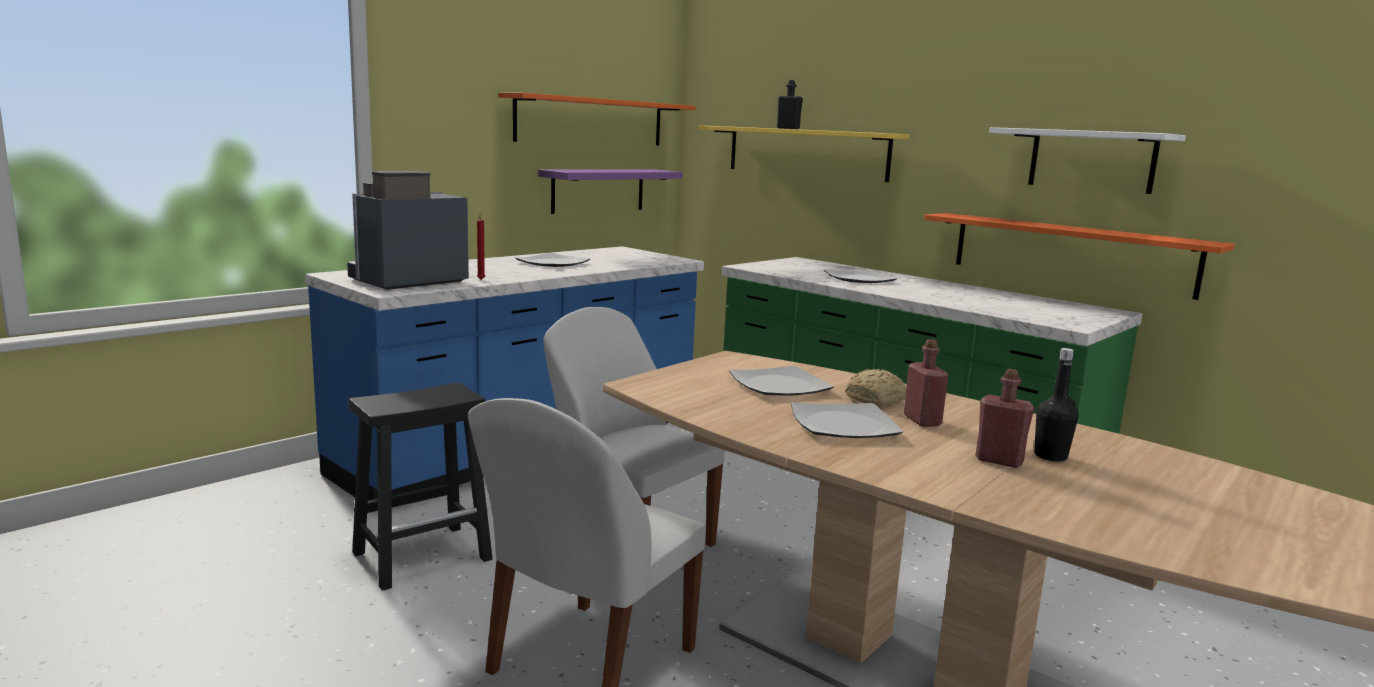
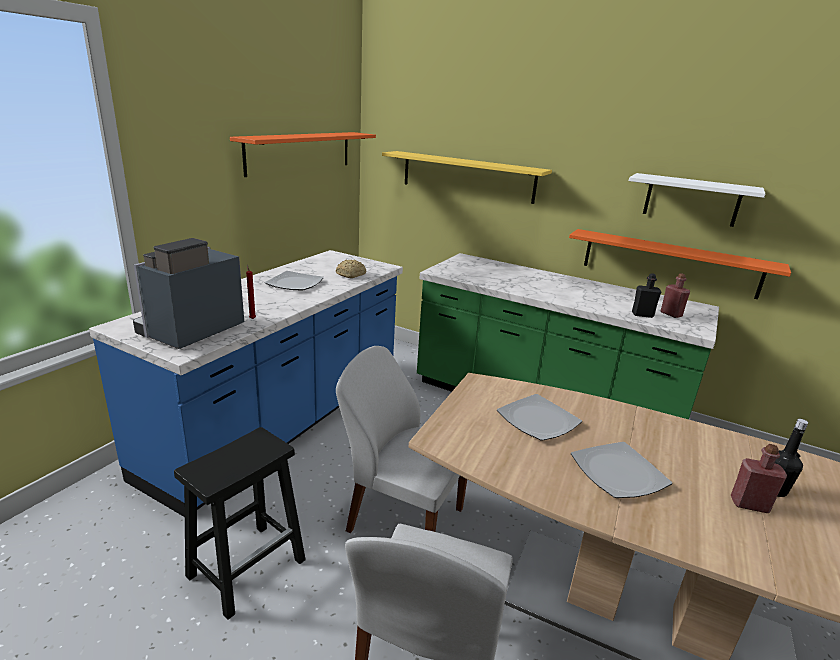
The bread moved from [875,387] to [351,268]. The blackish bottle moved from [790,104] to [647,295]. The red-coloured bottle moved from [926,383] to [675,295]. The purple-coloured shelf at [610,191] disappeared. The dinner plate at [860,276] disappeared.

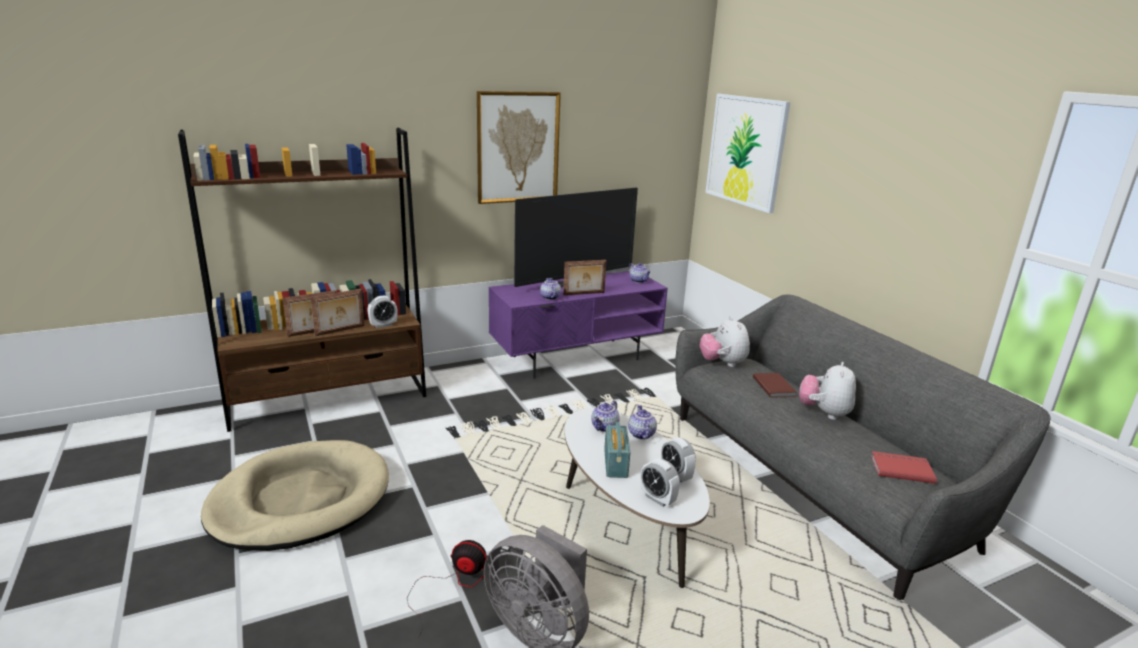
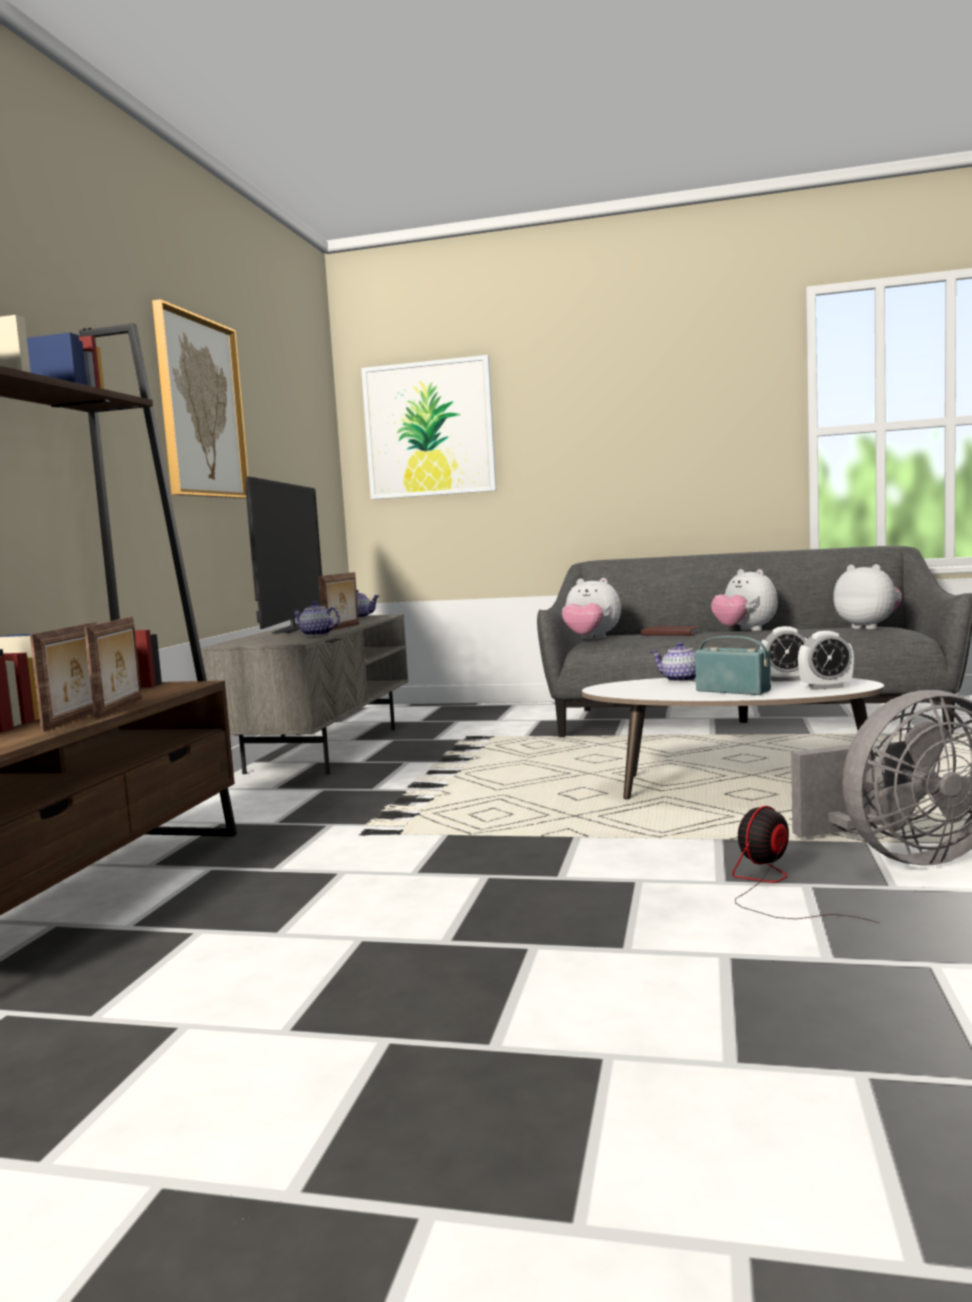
The purple-coloured tv stand at [578,325] became the greyish tv stand at [305,694]. The red-coloured bound book at [904,467] was replaced by the cuddly toy at [867,597]. The sand-coloured pet bed at [295,495] disappeared. The bedside clock at [382,312] disappeared. The teapot at [605,416] disappeared.

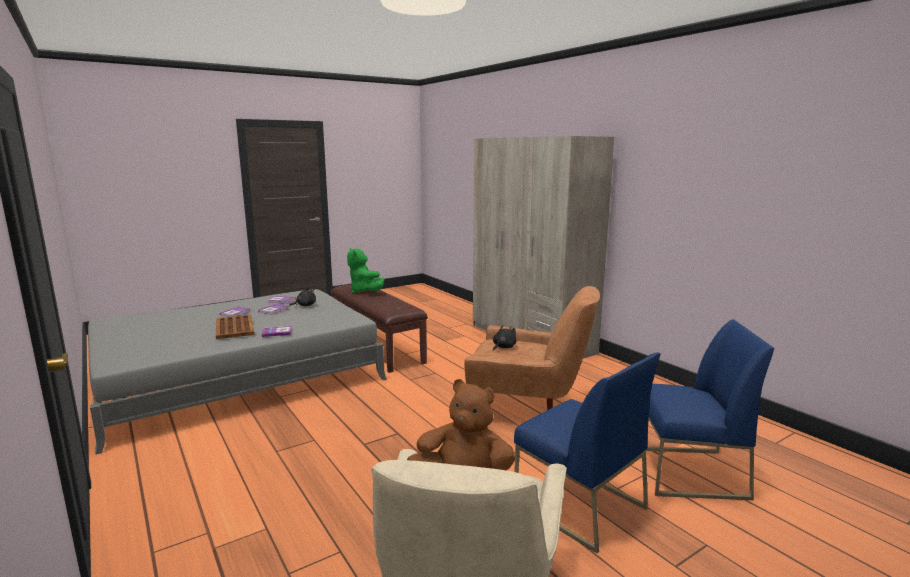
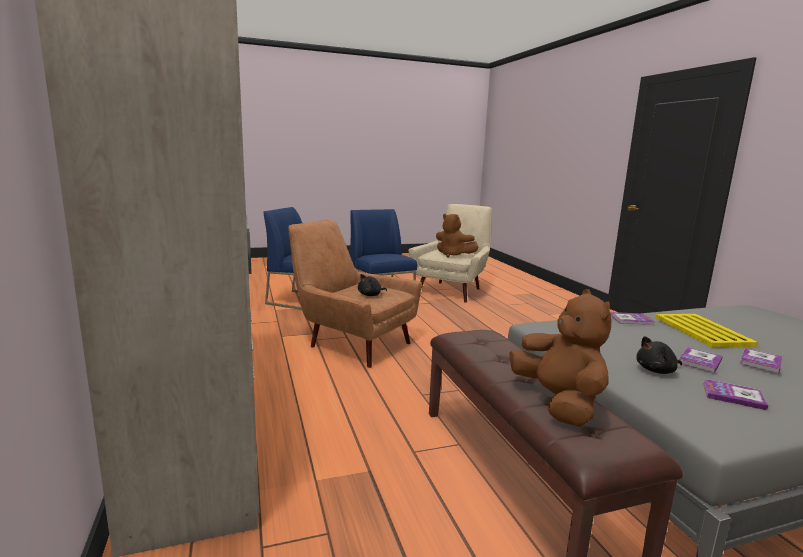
The green-coloured cuddly toy at [365,271] became the brown-coloured cuddly toy at [560,358]. The brown-coloured serving tray at [235,326] became the yellow serving tray at [707,331].

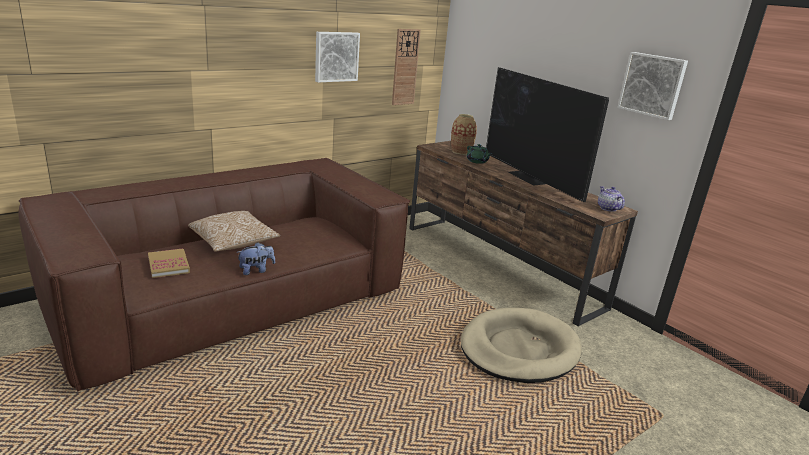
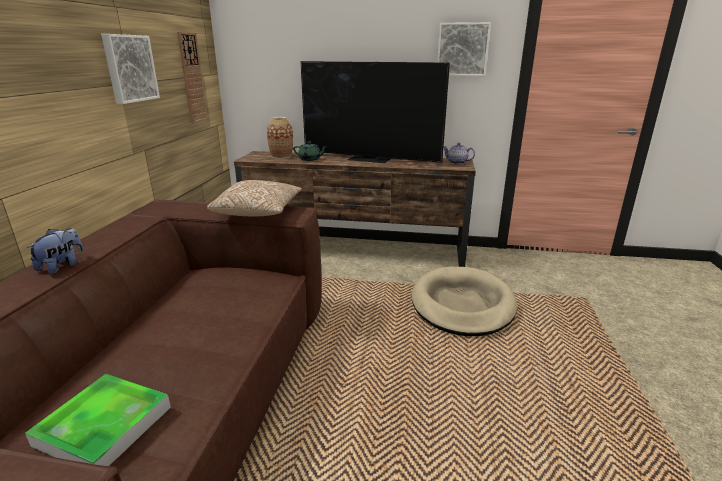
The bound book at [169,263] was replaced by the serving tray at [98,420]. The cuddly toy moved from [255,258] to [55,251]. The throw pillow moved from [234,231] to [254,198].

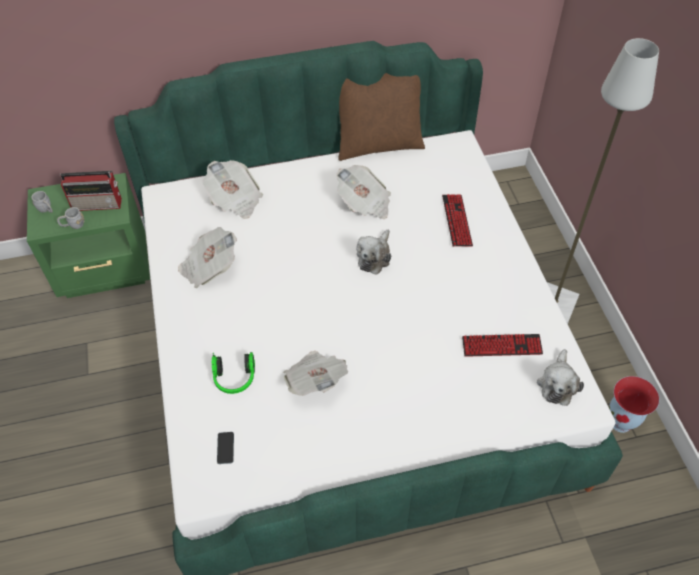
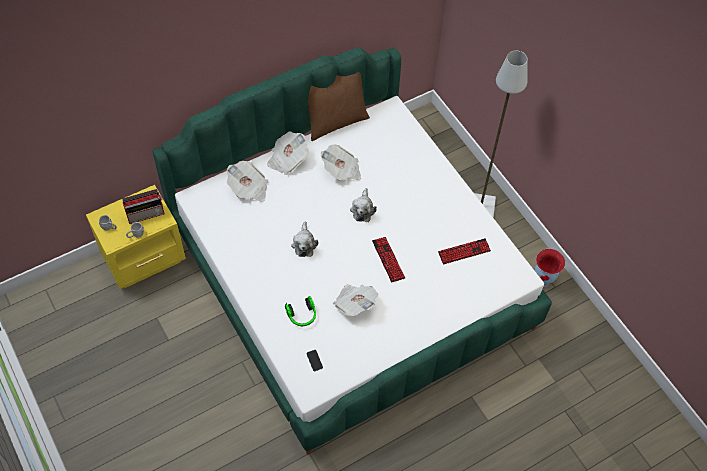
The green-coloured nightstand at [88,235] became the yellow nightstand at [136,237]. The daily paper moved from [207,257] to [288,153]. The cuddly toy moved from [560,377] to [304,239]. The computer keyboard moved from [457,220] to [388,259].

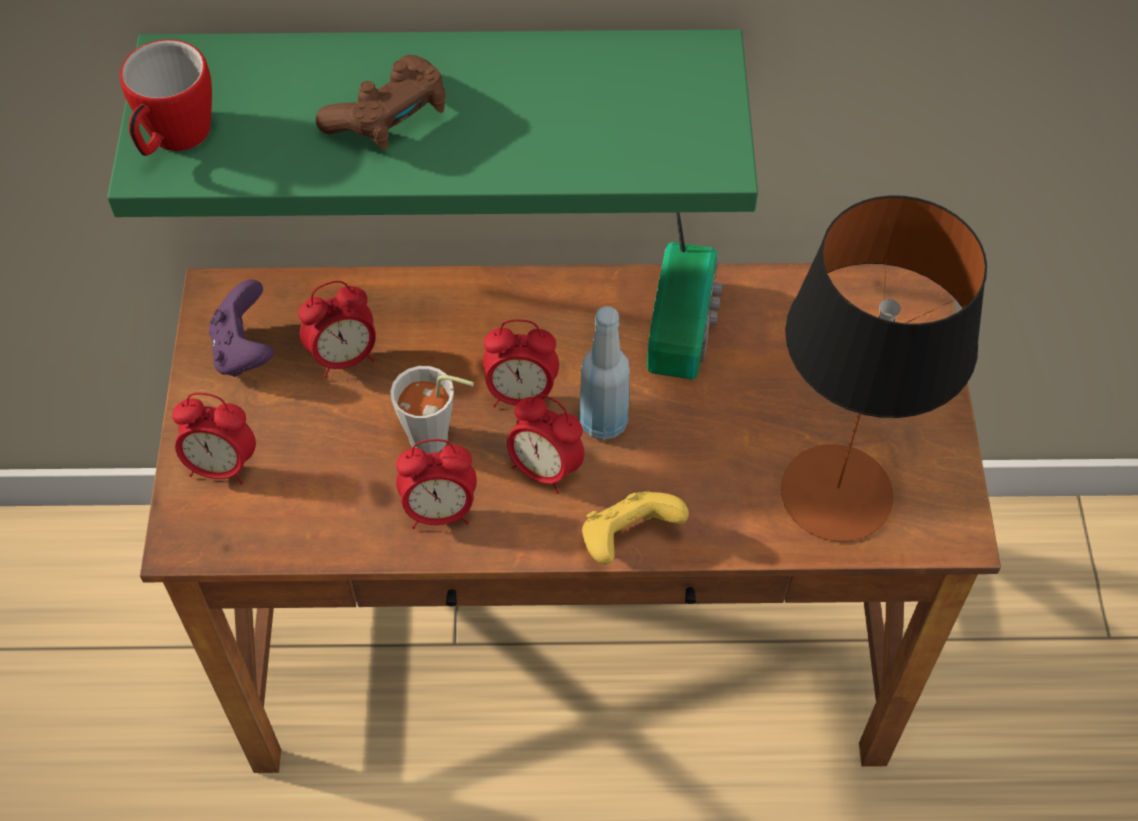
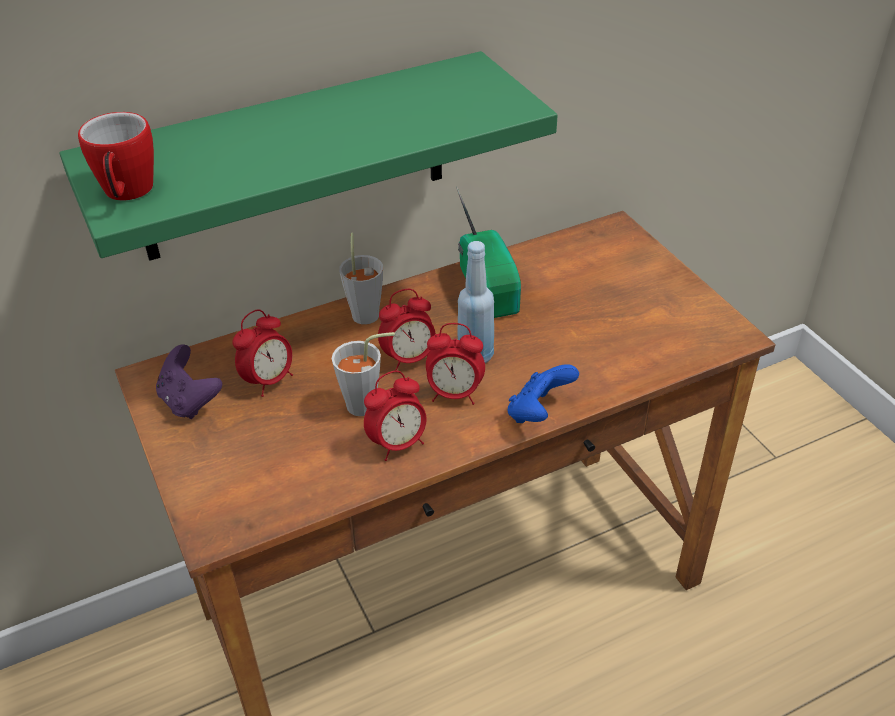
The greyish drinking cup at [361,279] appeared. The yellow joypad at [635,527] became the blue joypad at [543,393]. The bedside clock at [214,438] disappeared. The brown-coloured joypad at [380,102] disappeared. The tabletop lamp at [884,368] disappeared.

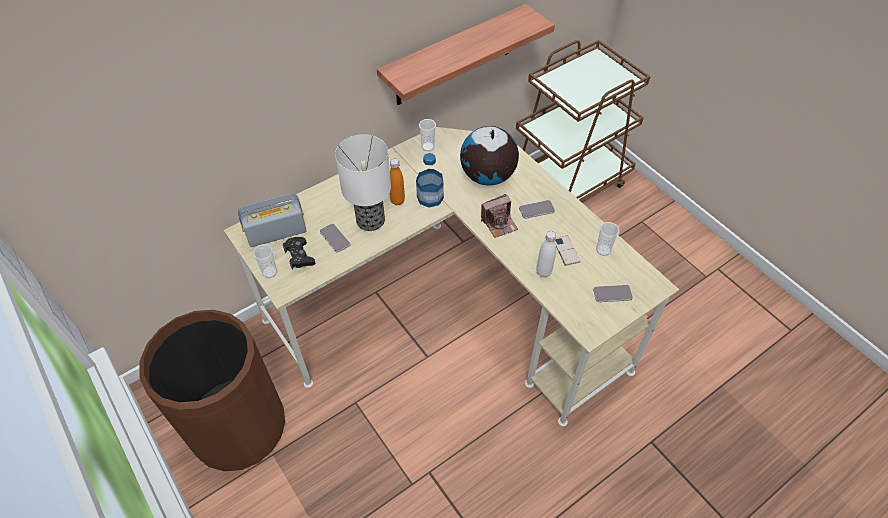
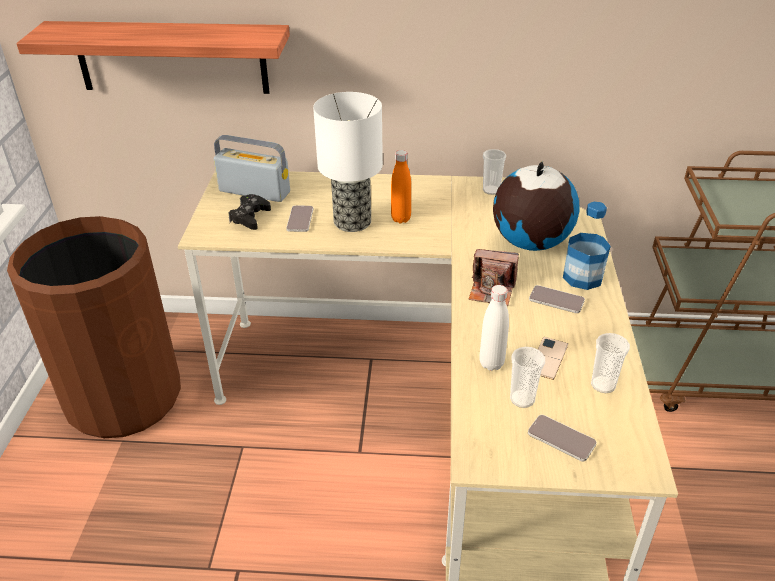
The shelf moved from [466,54] to [153,57]. The drinking cup moved from [265,261] to [527,377]. The bottle moved from [430,180] to [587,246].

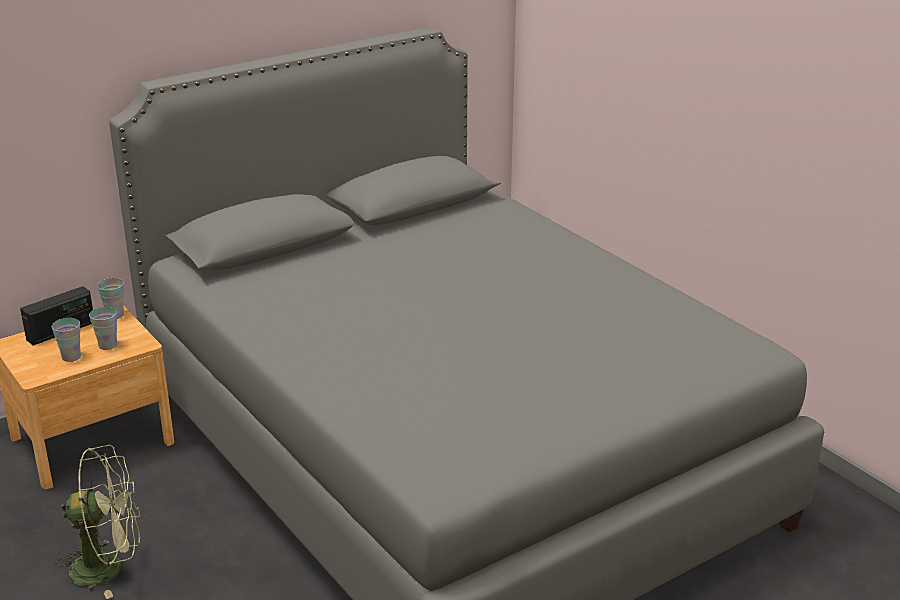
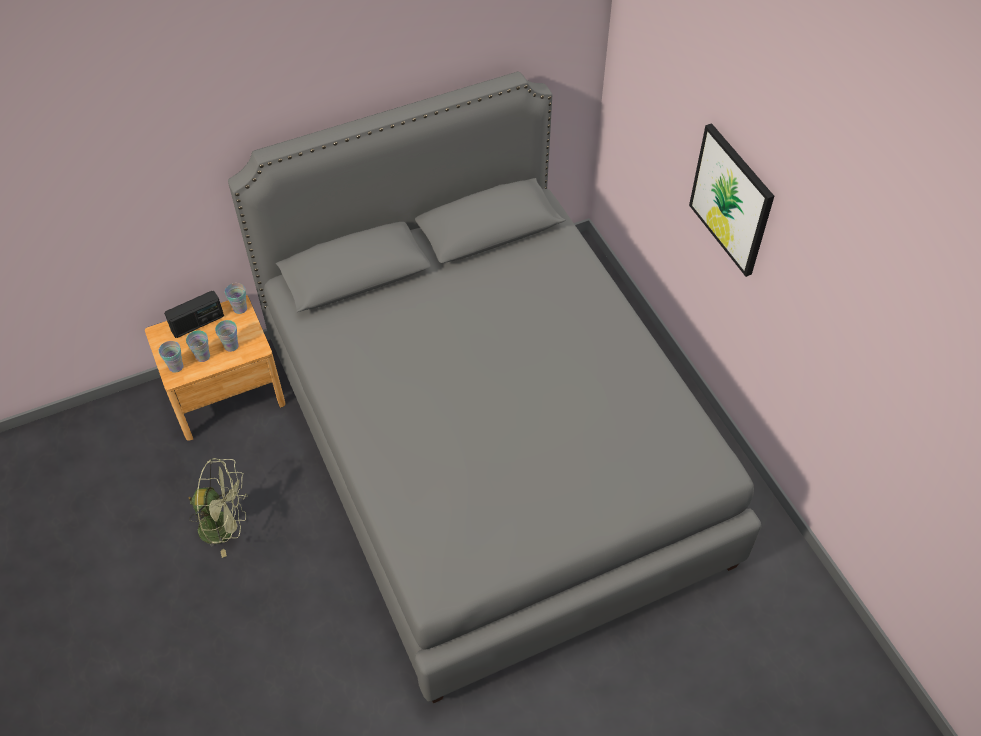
The drinking cup at [171,357] appeared. The wall picture at [731,200] appeared.

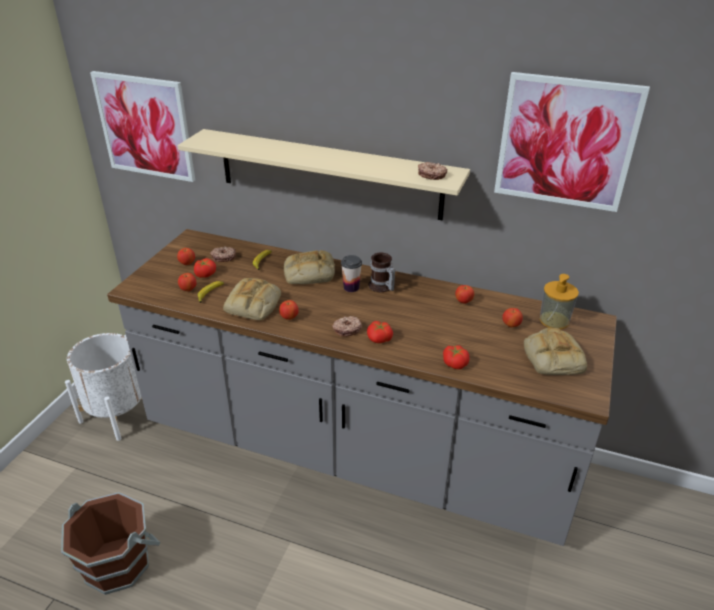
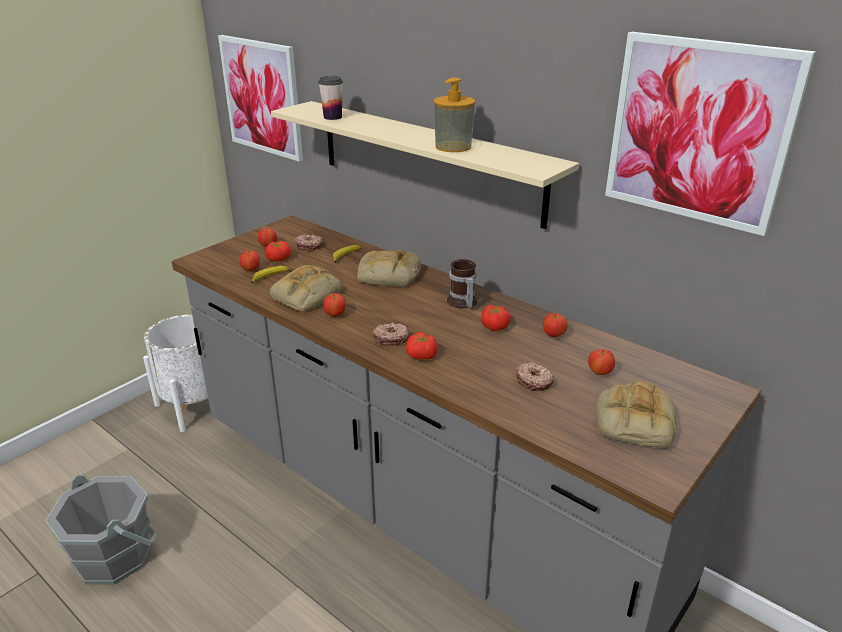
The brown-coloured pail at [111,543] became the greyish pail at [101,530]. The drinking cup moved from [351,273] to [330,98]. The soap dispenser moved from [559,301] to [454,115]. The whole tomato moved from [456,357] to [496,318]. The doughnut moved from [433,171] to [535,376].

